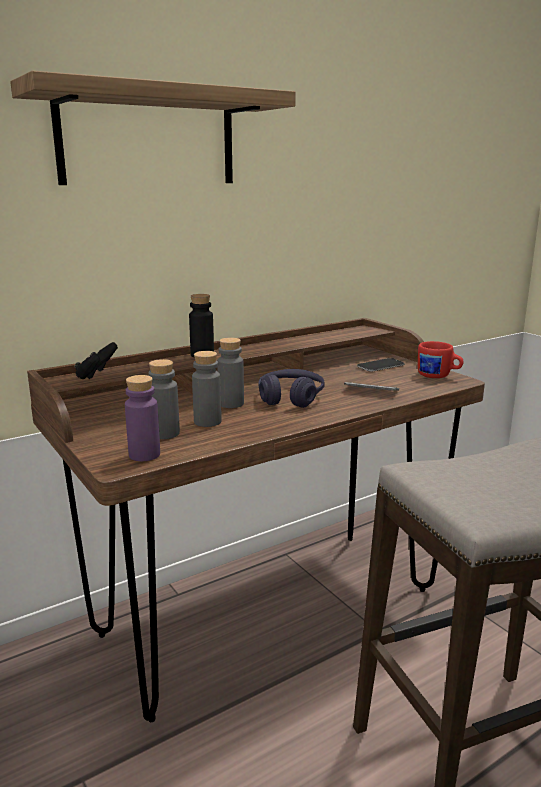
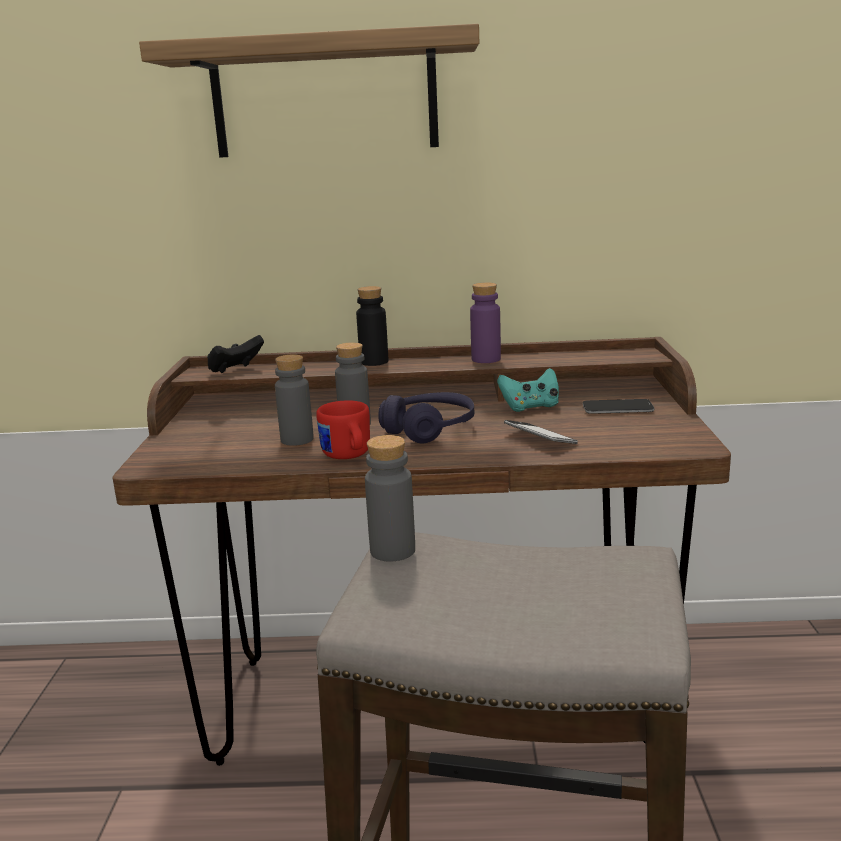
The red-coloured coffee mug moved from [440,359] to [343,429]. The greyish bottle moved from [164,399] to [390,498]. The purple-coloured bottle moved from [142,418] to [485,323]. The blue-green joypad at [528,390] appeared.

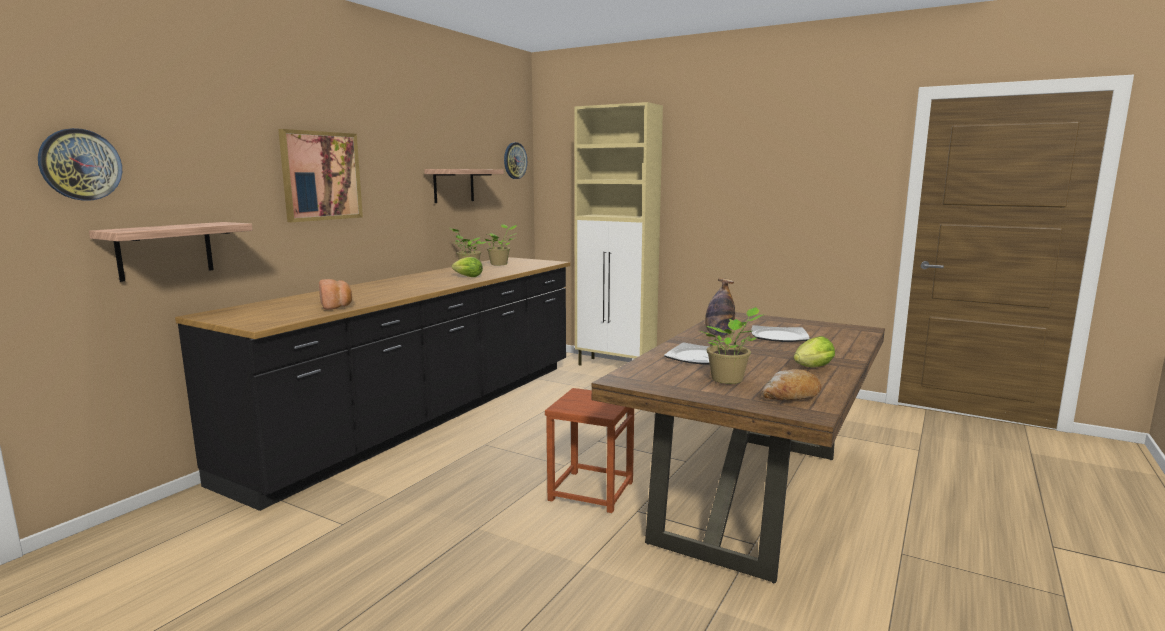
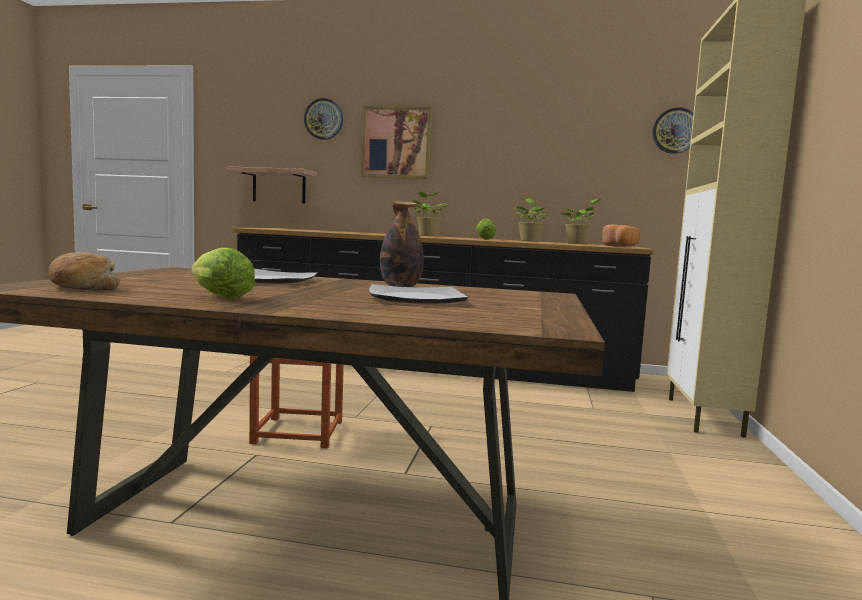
The clock on the wall moved from [80,164] to [323,119]. The plant in a pot moved from [732,345] to [430,214]. The bread moved from [335,294] to [621,236]. The shelf at [464,186] disappeared.

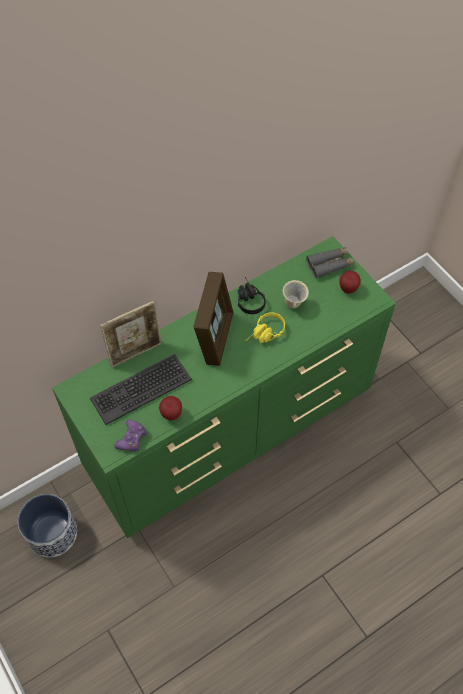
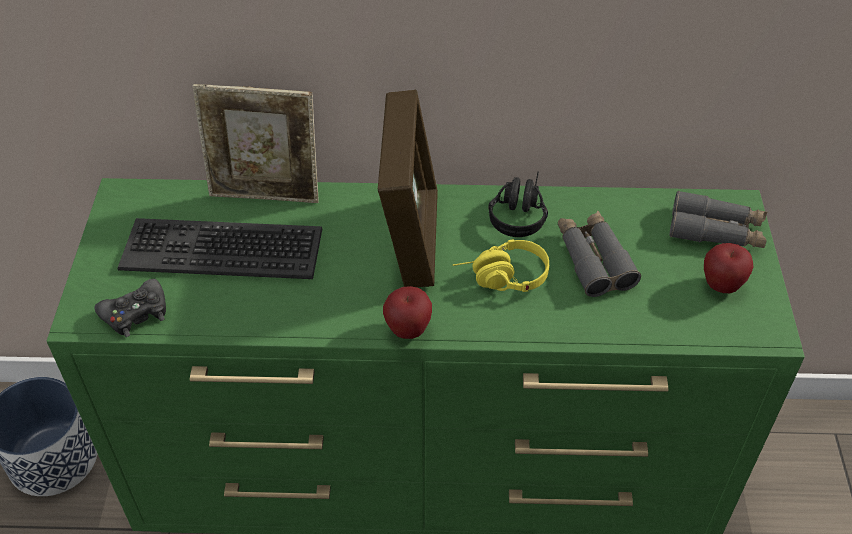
The purple-coloured joypad at [130,435] became the blackish joypad at [130,308]. The standing frame at [213,319] turned 45 degrees counterclockwise. The apple moved from [170,408] to [407,312]. The sand-coloured coffee mug at [296,294] was replaced by the greyish pair of binoculars at [599,254].

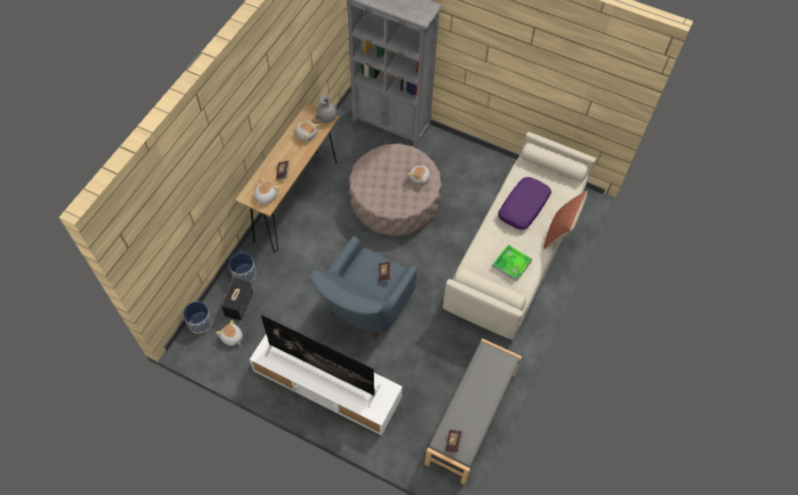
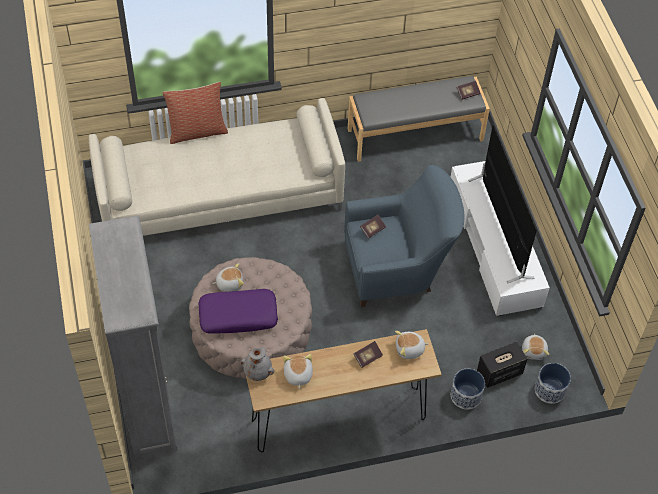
The purple-coloured throw pillow moved from [524,203] to [238,311]. The serving tray at [512,263] disappeared.

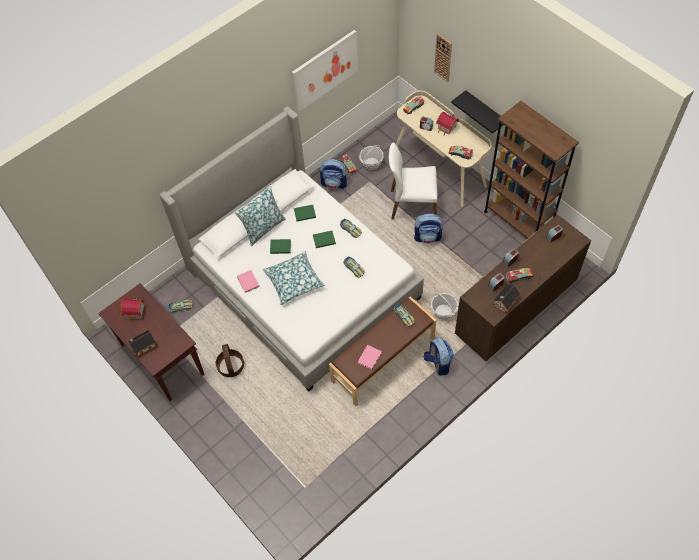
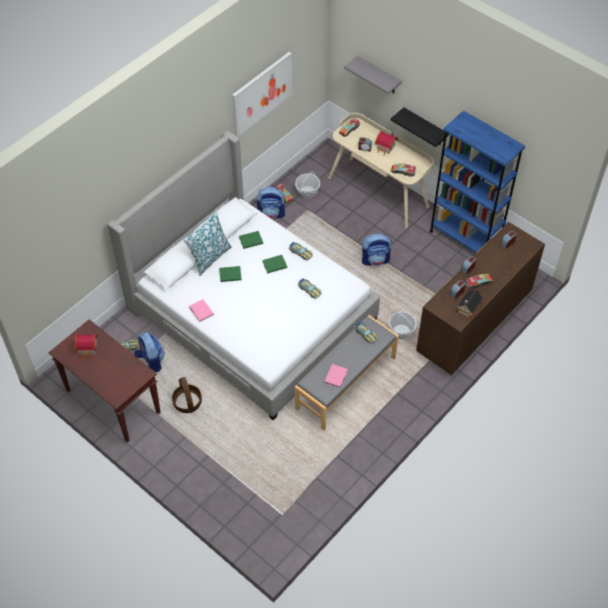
The rucksack moved from [439,356] to [149,352]. The brown-coloured long seat at [382,351] became the greyish long seat at [347,372]. The clock on the wall at [443,57] was replaced by the greyish shelf at [373,75]. The brown-coloured bookcase at [531,170] became the blue bookcase at [477,181]. The toy house at [142,343] disappeared. The throw pillow at [293,278] disappeared. The white plain chair at [413,181] disappeared.

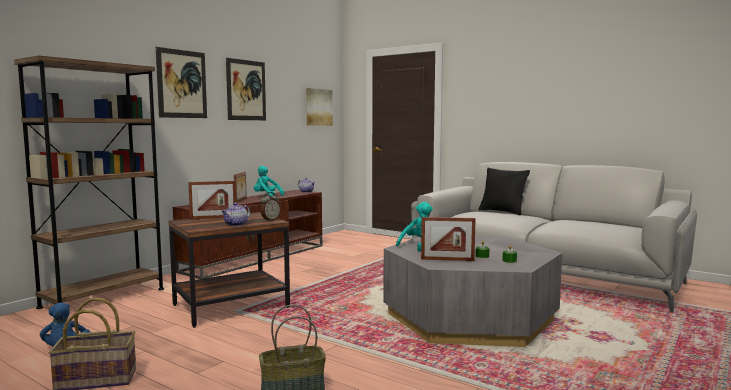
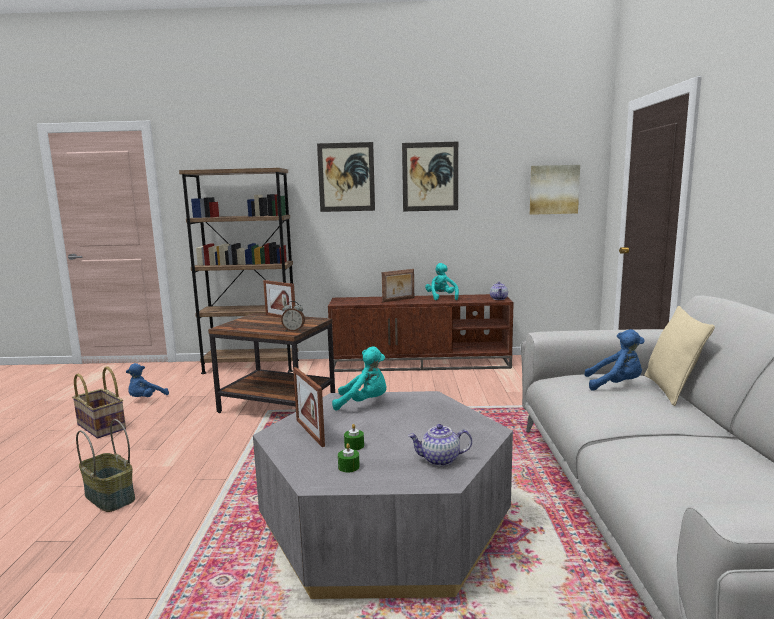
The teapot moved from [235,214] to [440,445]. The blue cuddly toy at [614,360] appeared. The blackish throw pillow at [504,191] became the sand-coloured throw pillow at [680,356].

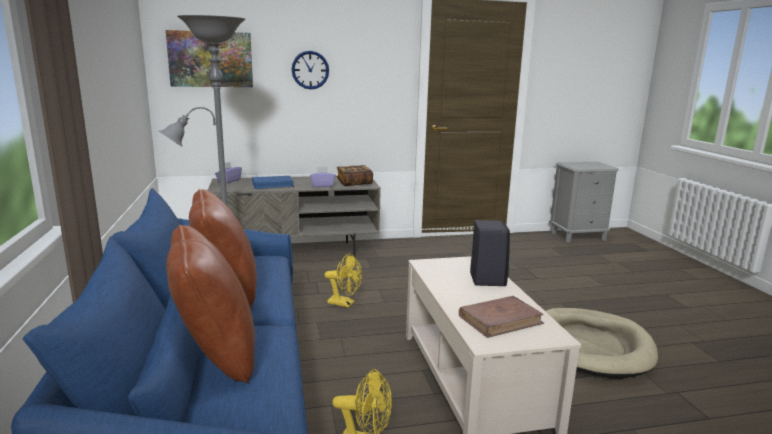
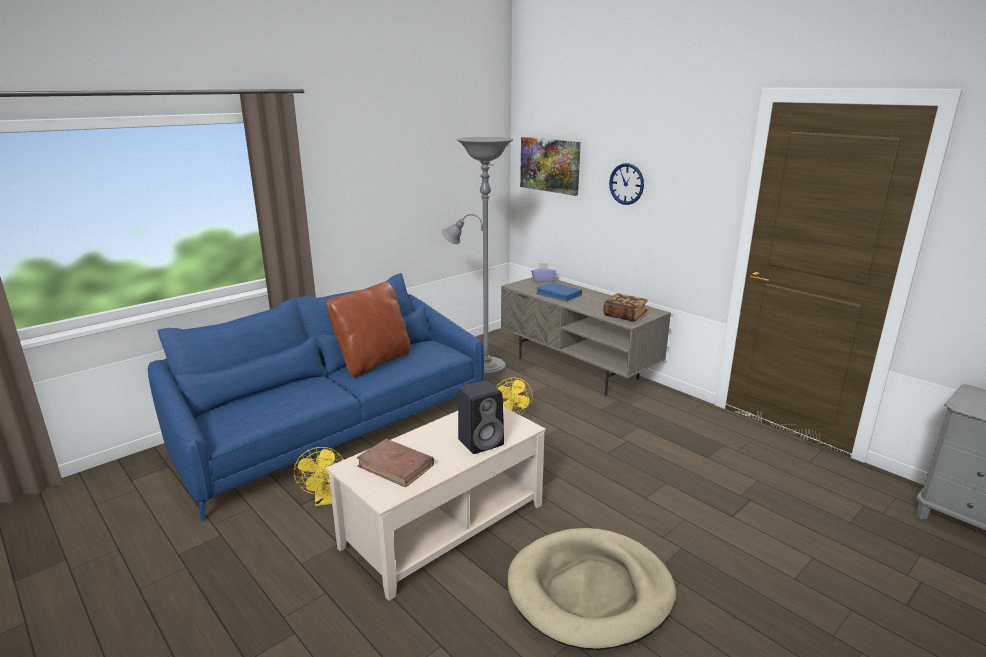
The brown-coloured throw pillow at [210,304] disappeared. The purple-coloured tissue box at [322,177] disappeared.

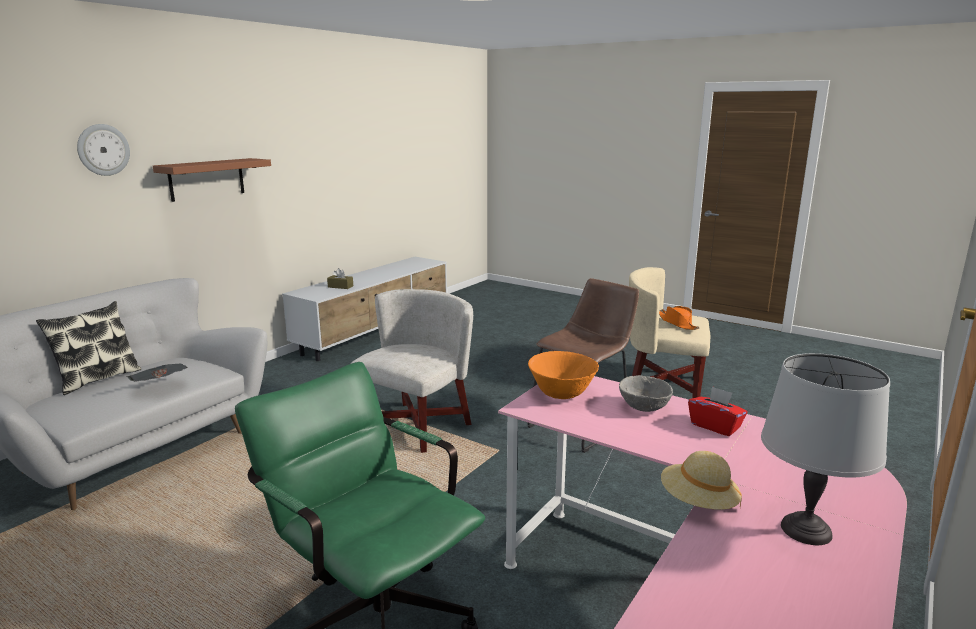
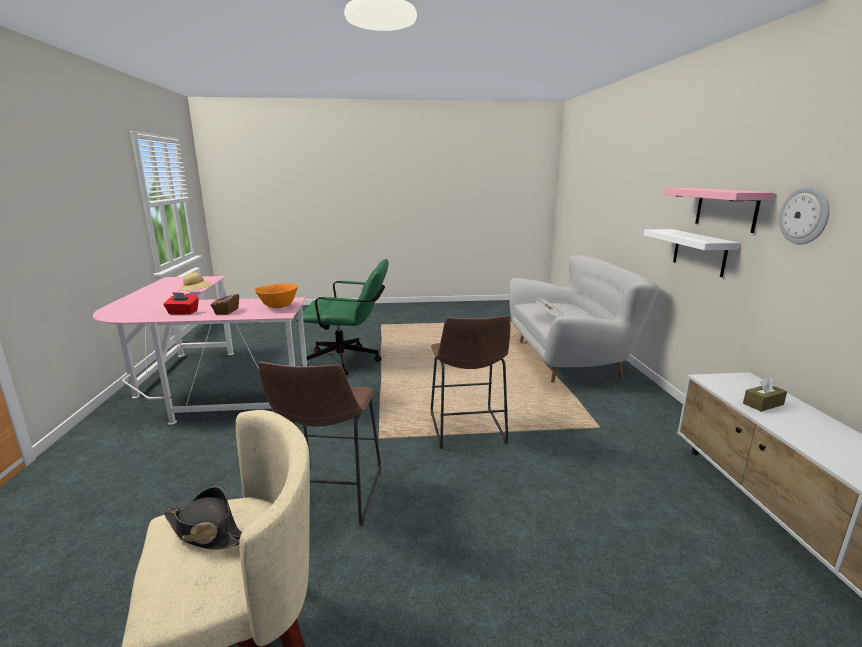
The orangey wearable hat at [679,318] became the blackish wearable hat at [202,518]. The greyish bowl at [646,393] was replaced by the brown-coloured tissue box at [225,302]. The white lounge chair at [412,371] was replaced by the brown-coloured stool seat at [471,382]. The white shelf at [691,253] appeared. The brown-coloured shelf at [212,180] became the pink-coloured shelf at [718,210]. The clock on the wall moved from [103,150] to [804,215]. The throw pillow at [88,348] disappeared. The greyish tabletop lamp at [825,449] disappeared.

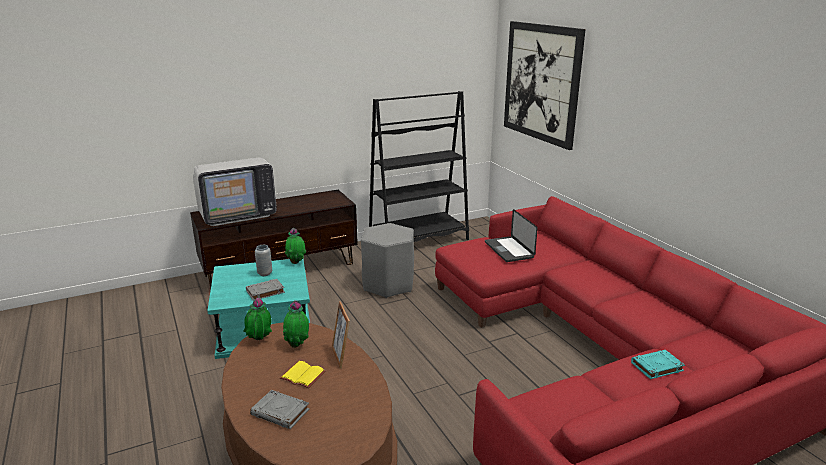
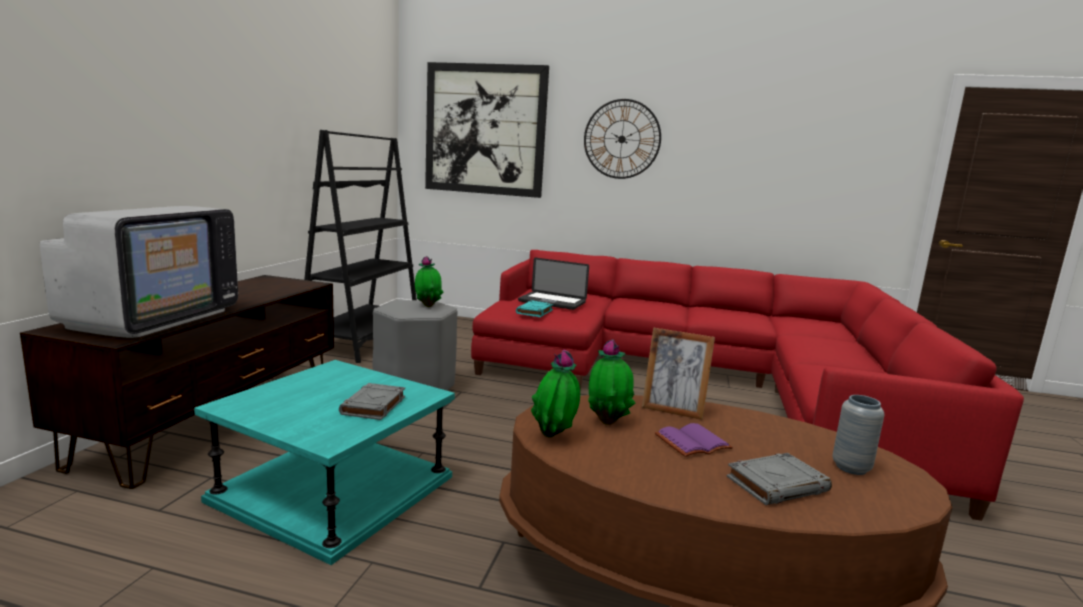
The plant in a pot moved from [295,246] to [429,281]. The blue-green bound book moved from [658,364] to [534,308]. The clock on the wall at [622,139] appeared. The yellow bound book at [302,374] became the purple-coloured bound book at [694,440]. The greyish flower vase moved from [263,260] to [858,435].

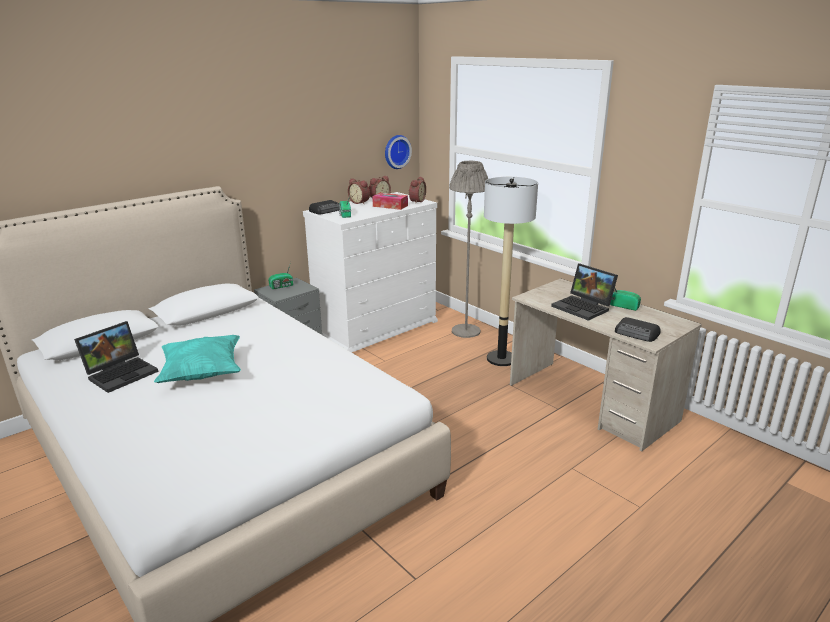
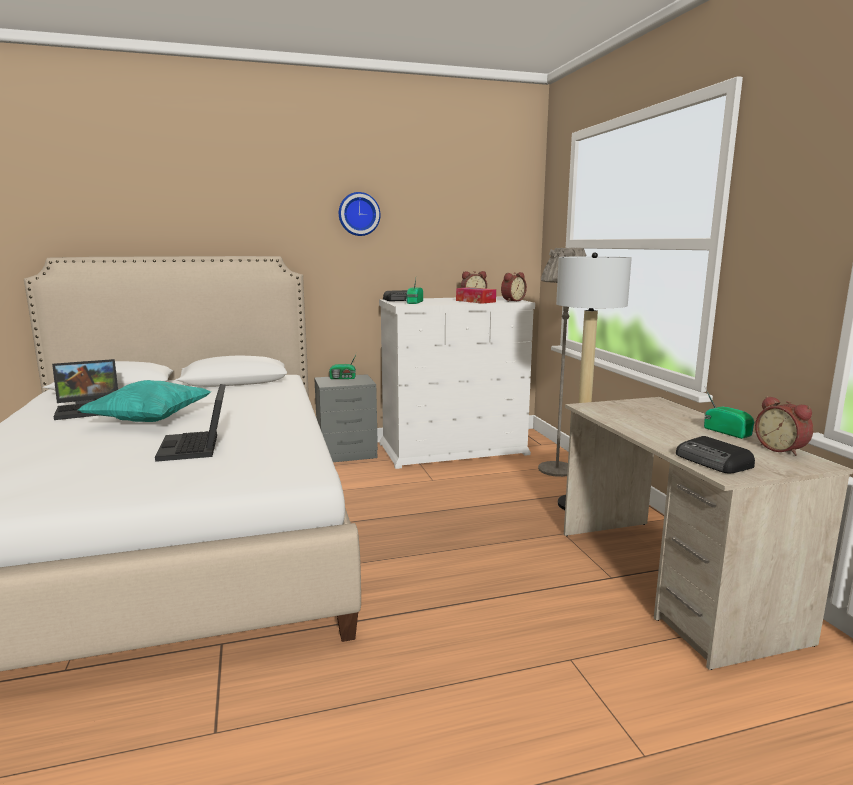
The portable computer moved from [584,292] to [190,423]. The clock on the wall moved from [398,152] to [359,214]. The bedside clock moved from [359,192] to [784,426].

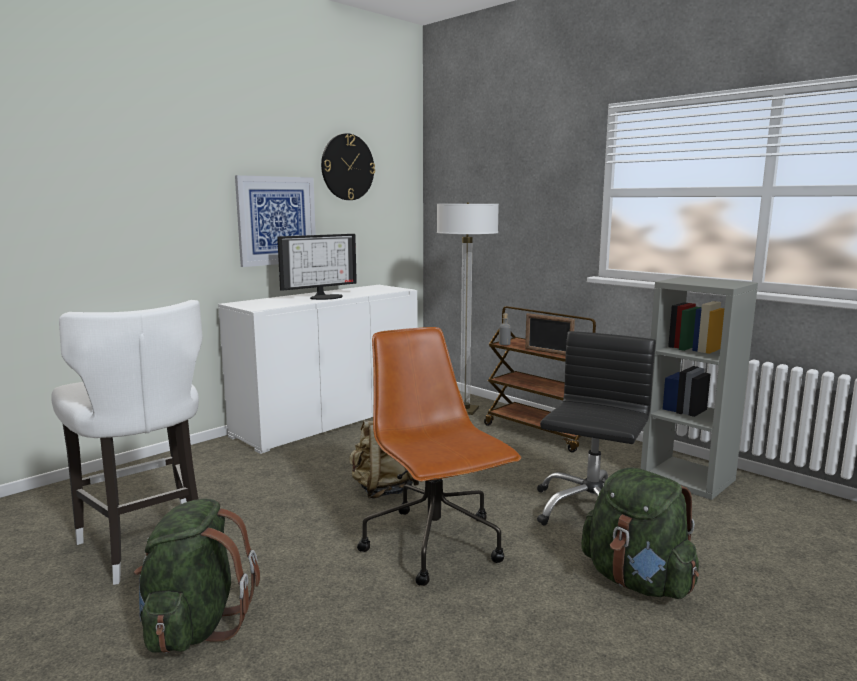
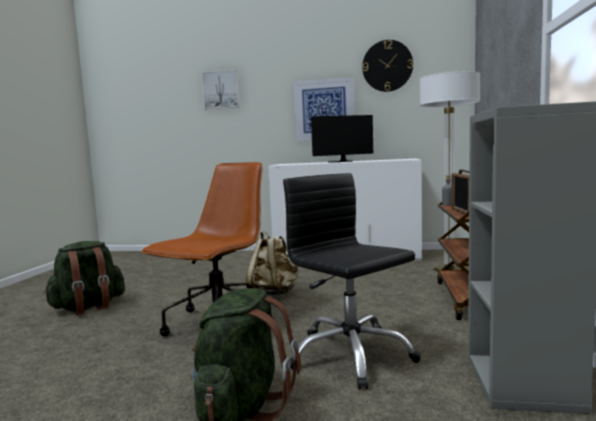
The wall picture at [221,89] appeared. The blackish computer chair at [596,428] turned 120 degrees counterclockwise. The computer display at [317,267] turned 150 degrees clockwise. The white stool seat at [127,442] disappeared.

